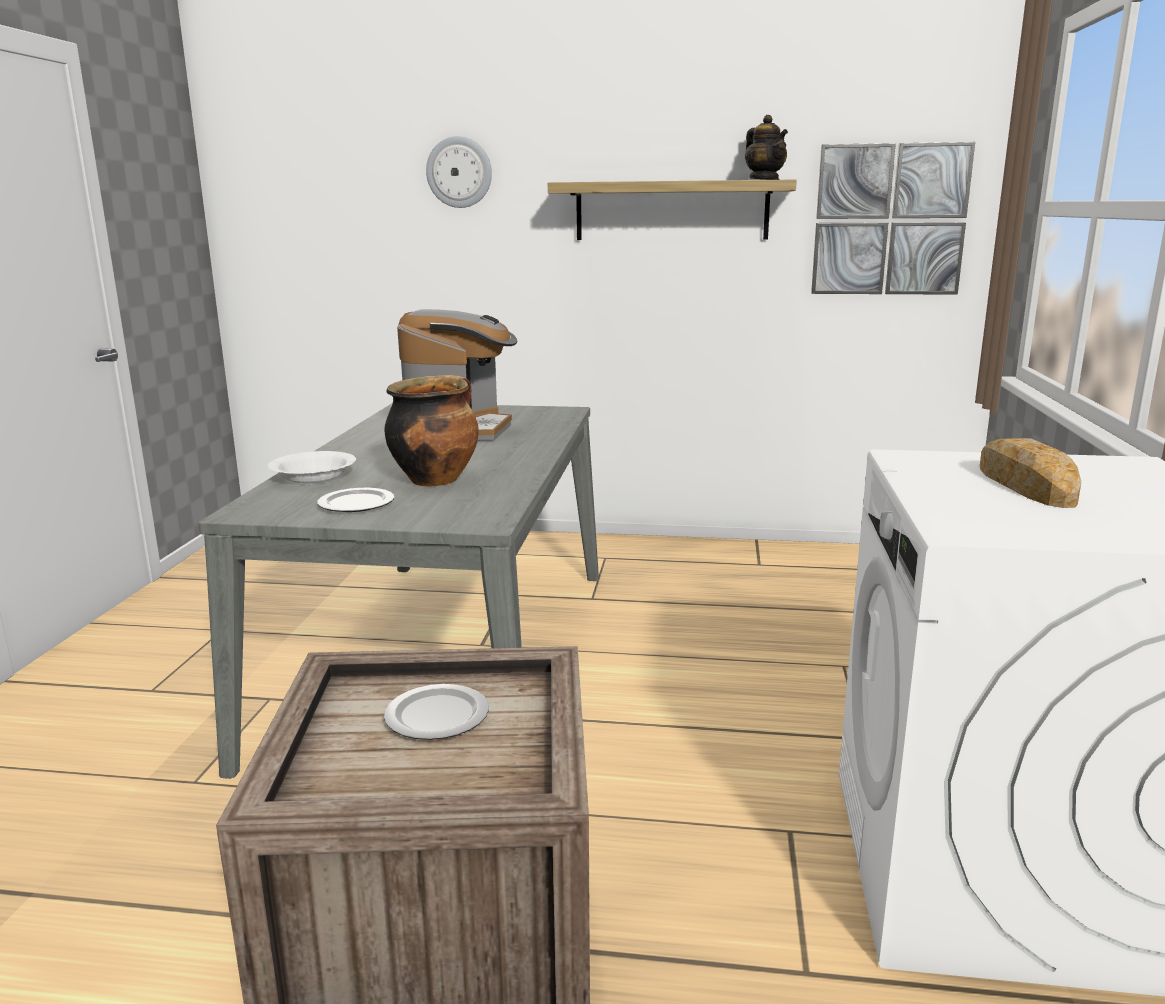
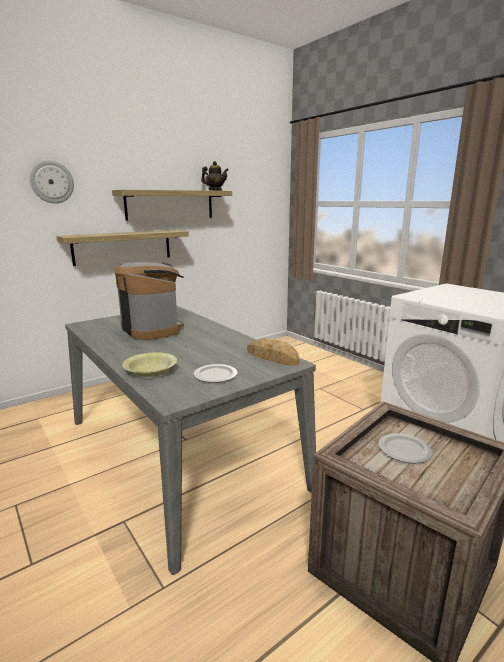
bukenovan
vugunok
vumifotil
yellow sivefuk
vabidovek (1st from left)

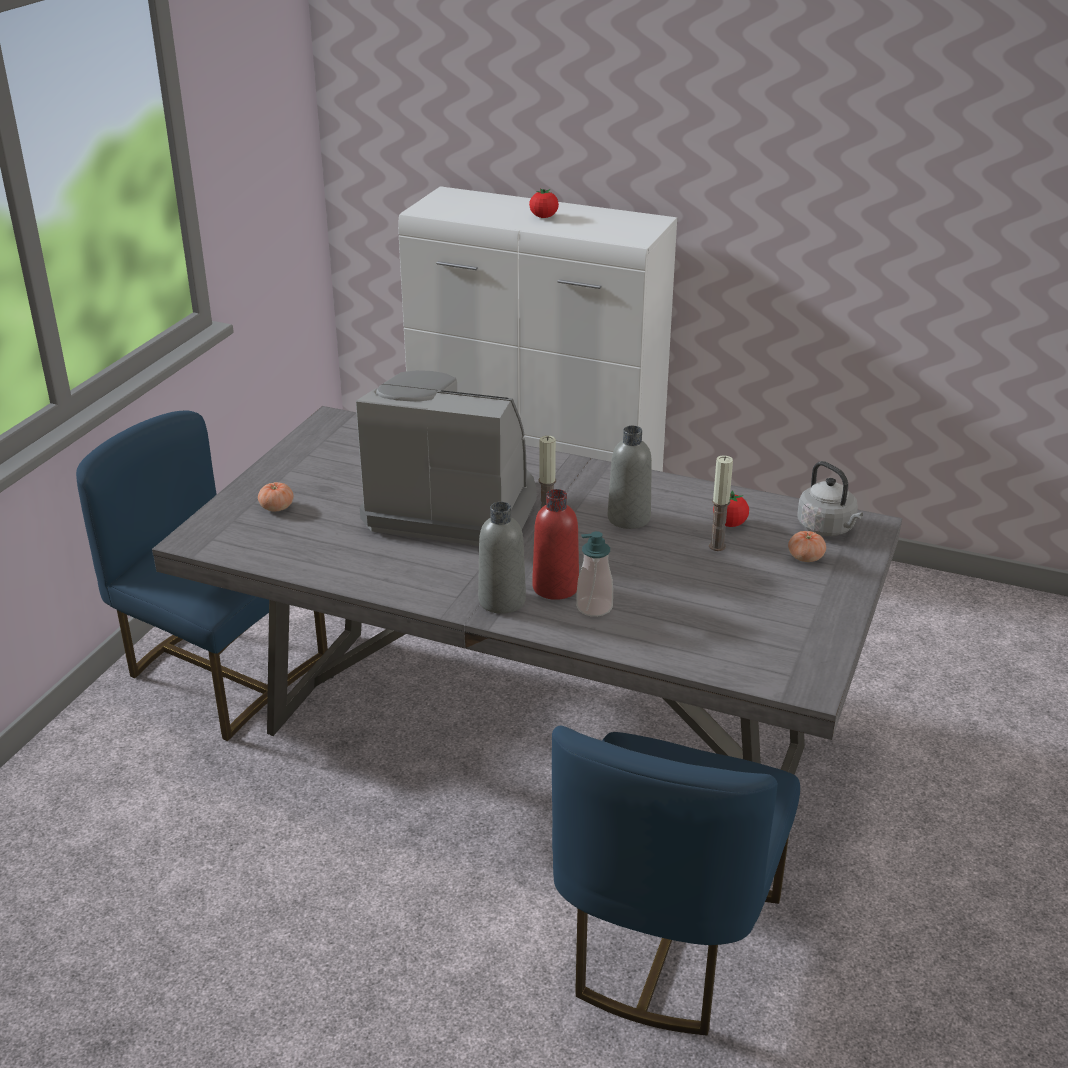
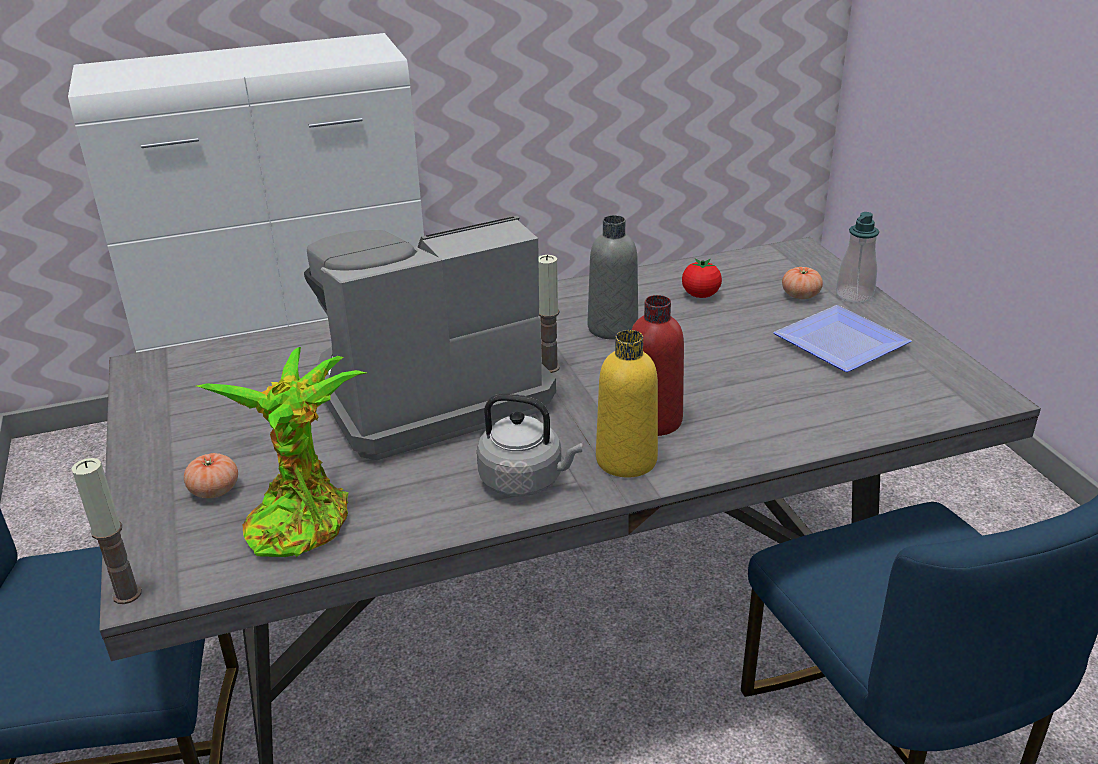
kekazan (2nd from left in the first image)
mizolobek (1st from left)
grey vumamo
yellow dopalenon
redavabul
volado
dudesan

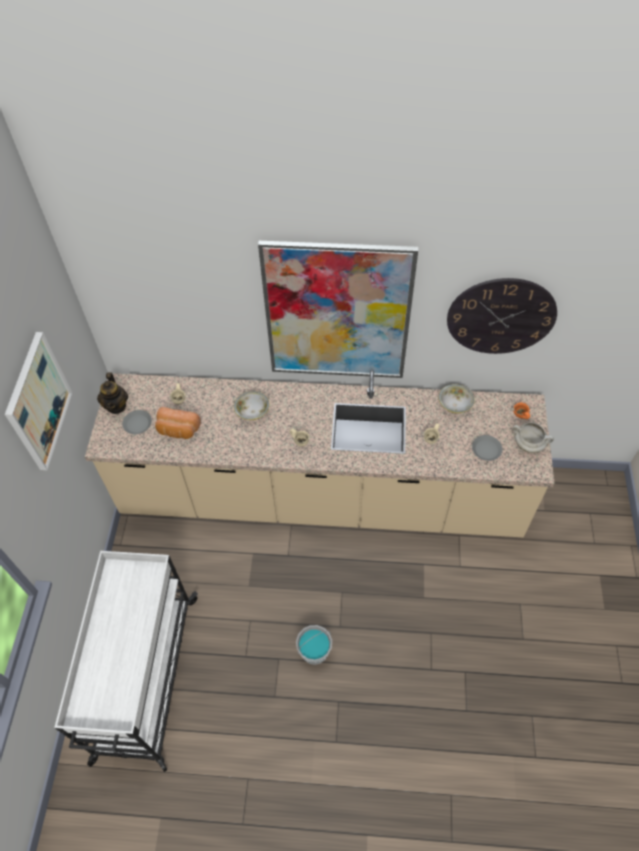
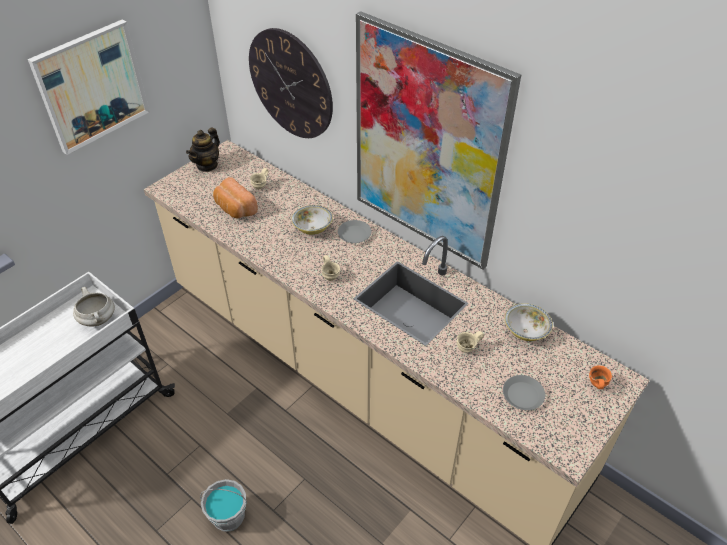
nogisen
grey volado (1st from left)
white vugunok

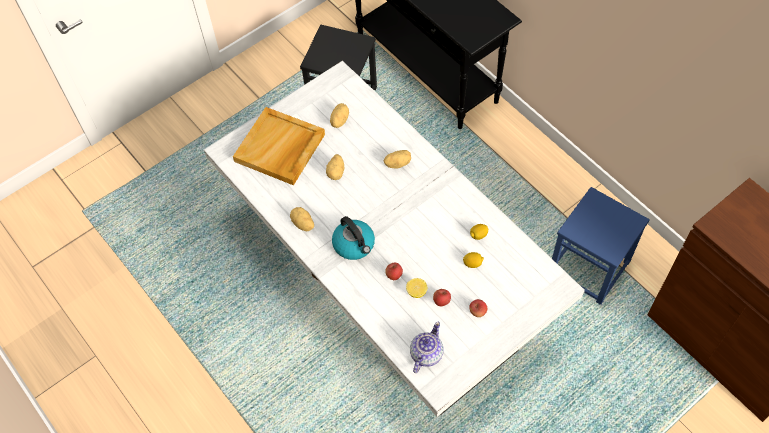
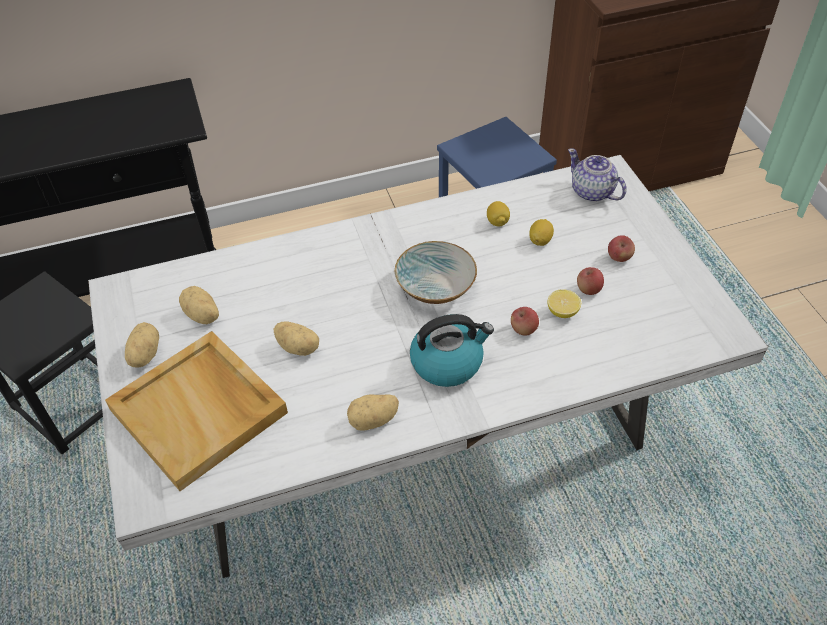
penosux (1st from left)
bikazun
sivefuk

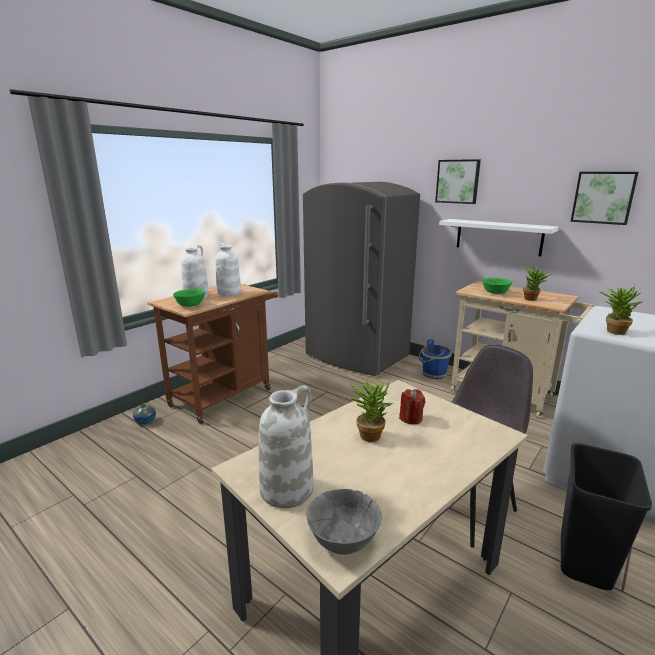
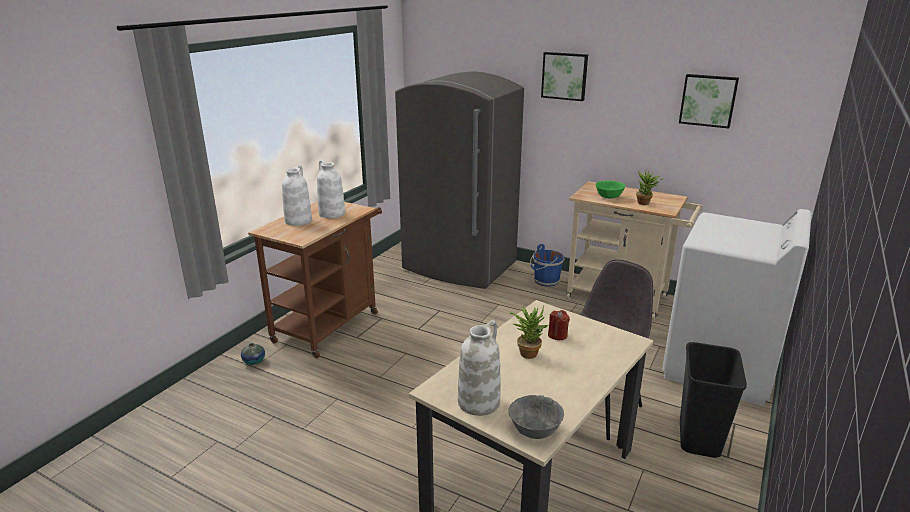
white vabidovek
dudesan (3rd from left in the first image)
green sivefuk (1st from left in the first image)

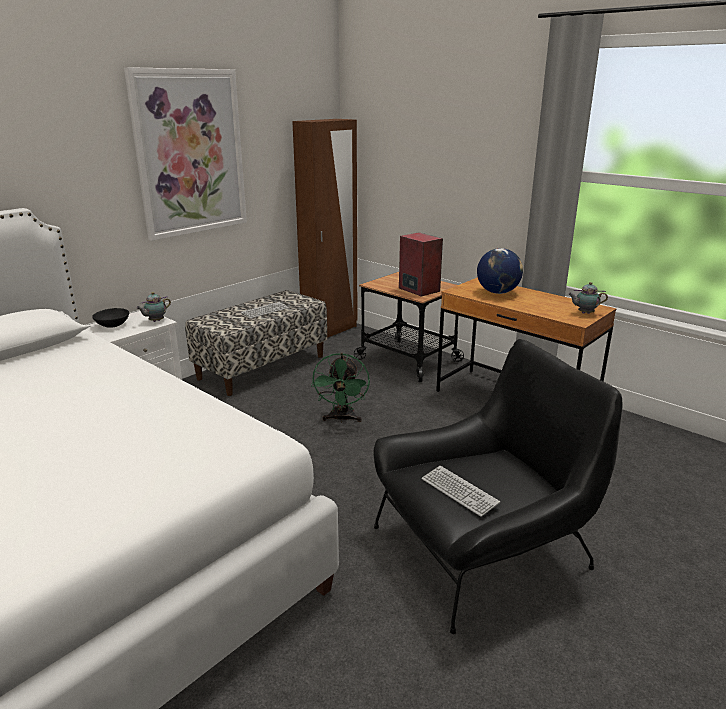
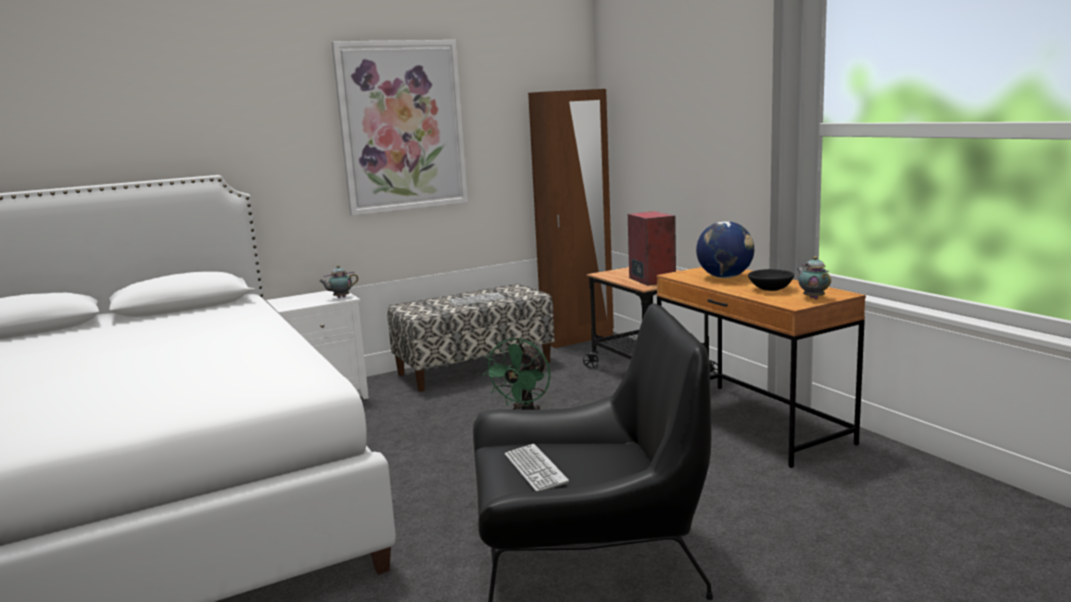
bikazun (2nd from left)
black sivefuk

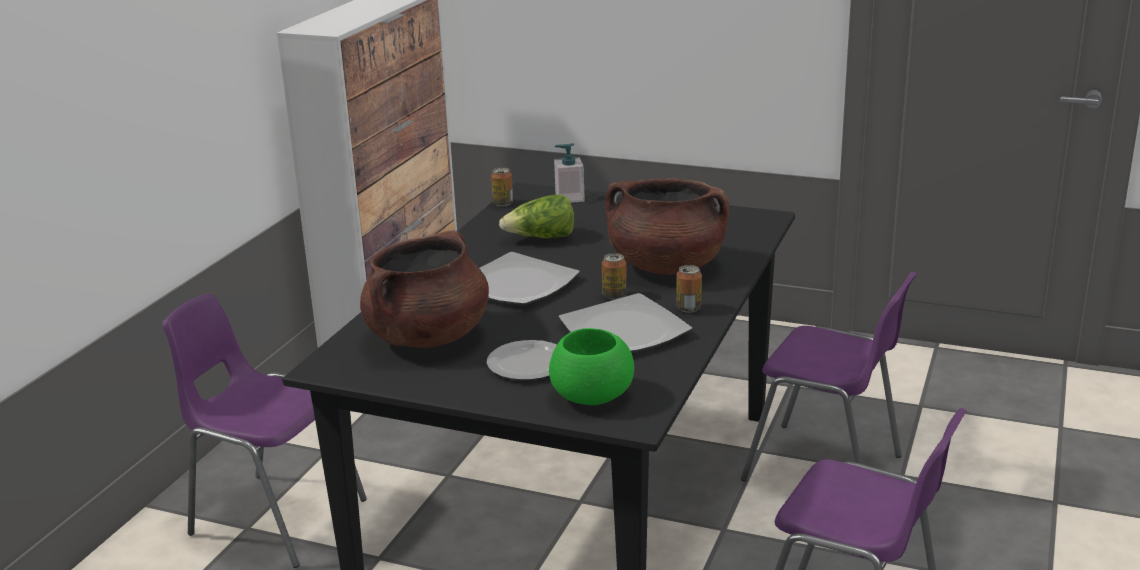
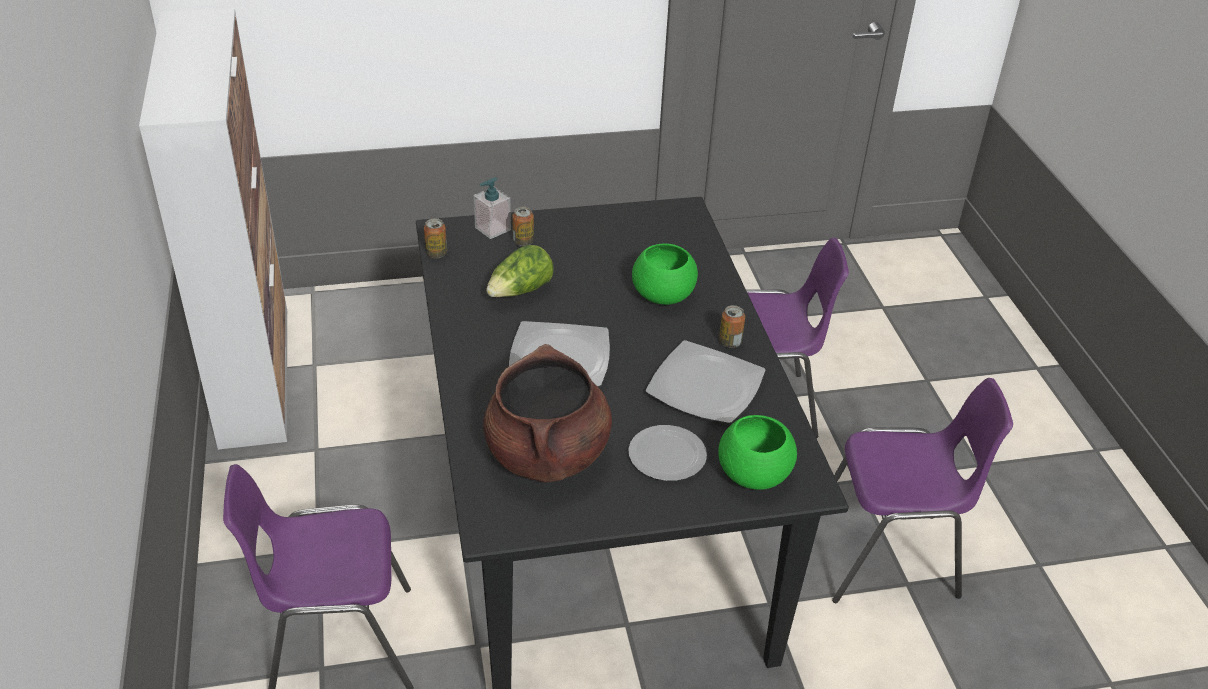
green sivefuk (1st from left)
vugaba (2nd from left)

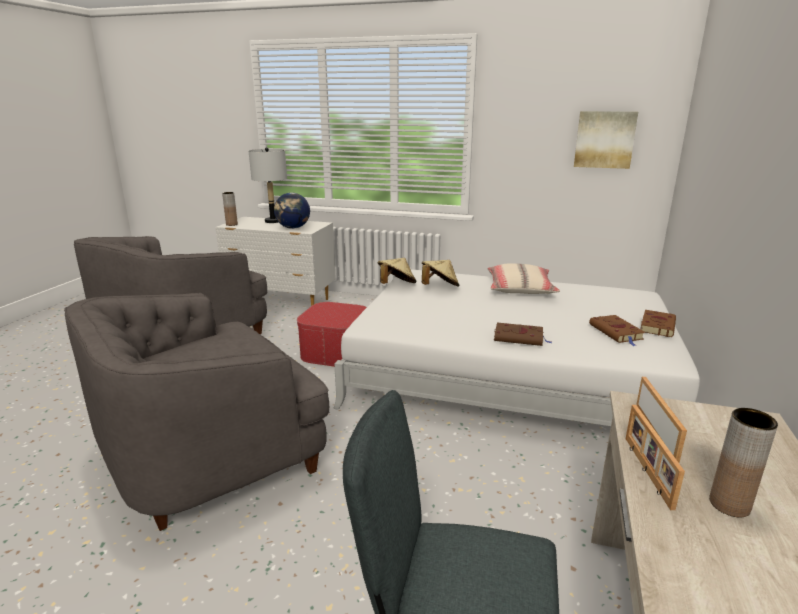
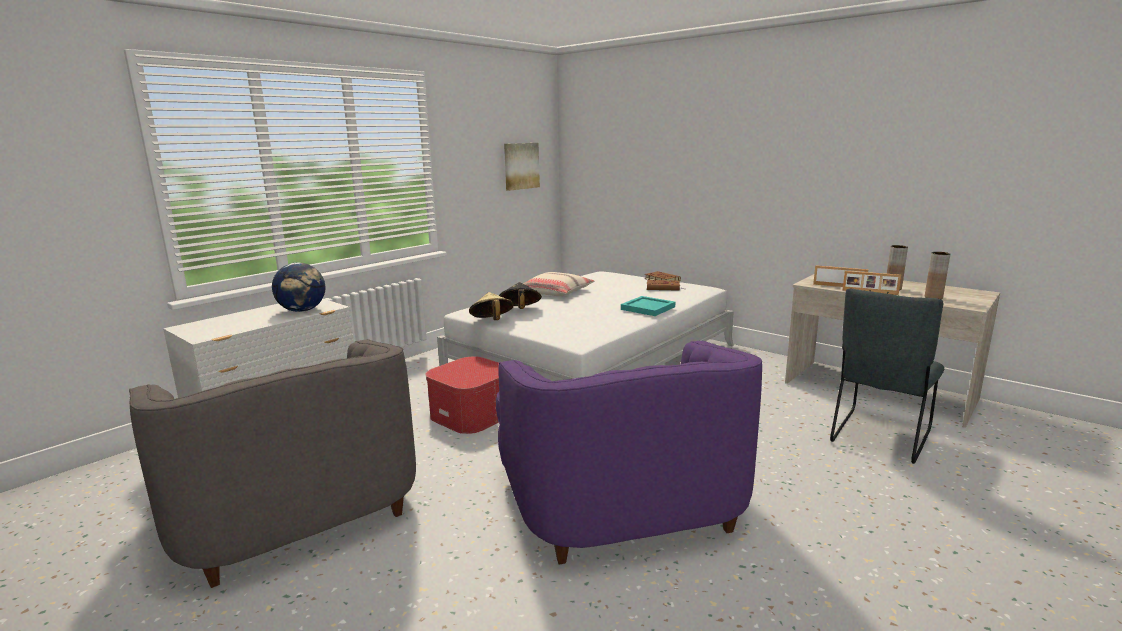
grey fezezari
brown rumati (2nd from left)
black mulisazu
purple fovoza
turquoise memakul

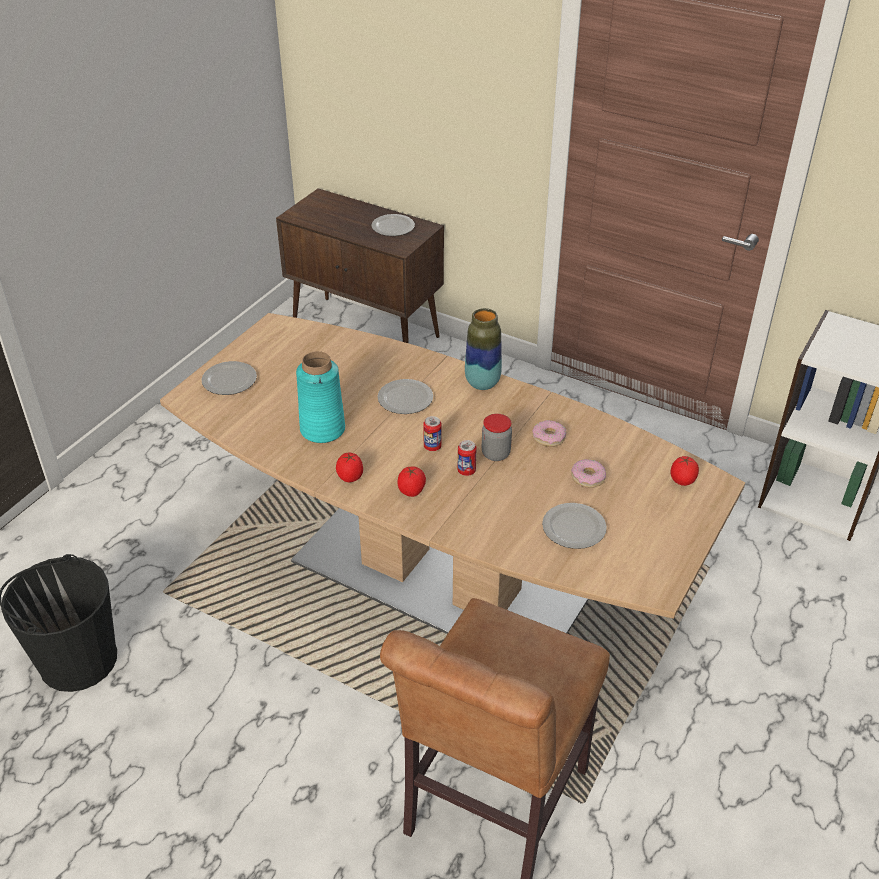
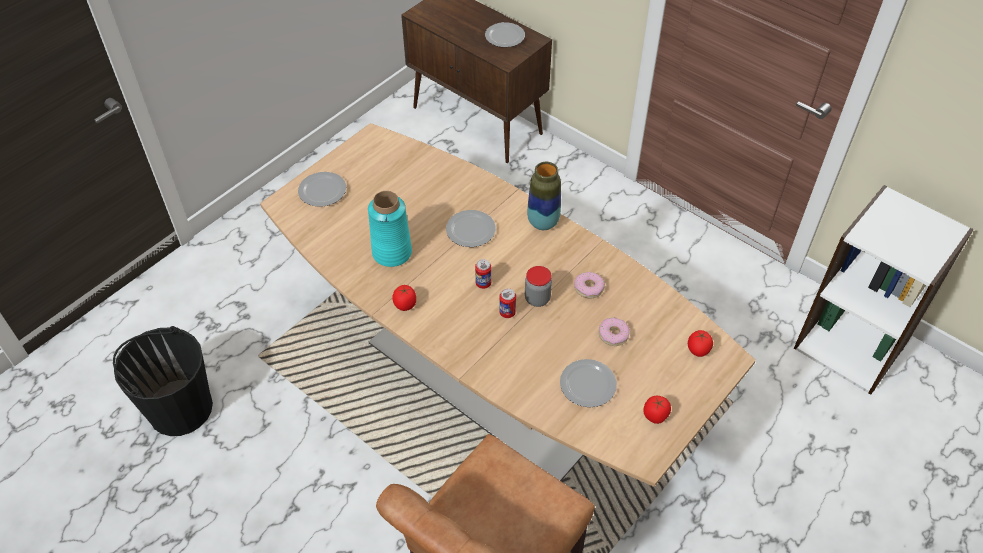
kekazan (2nd from left)

